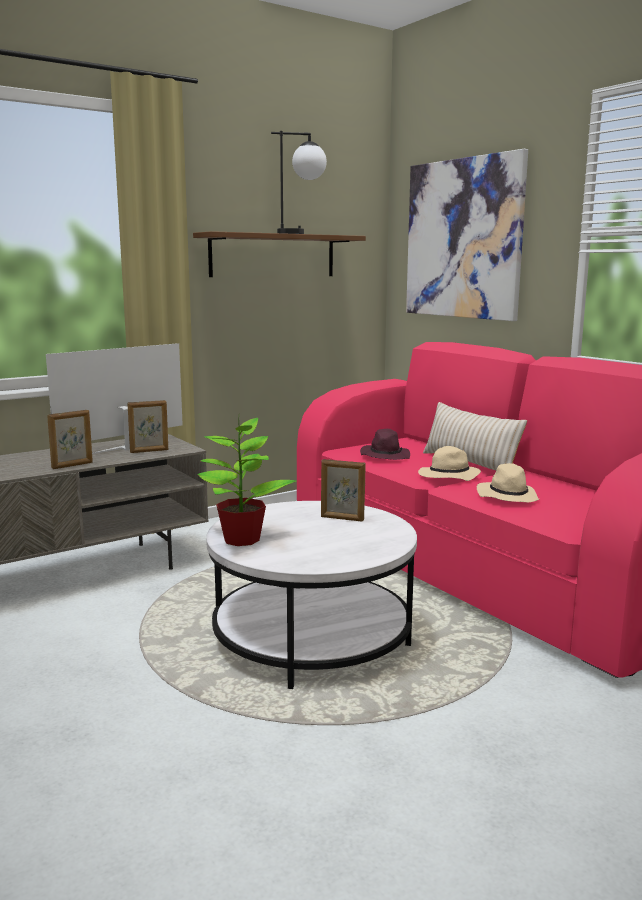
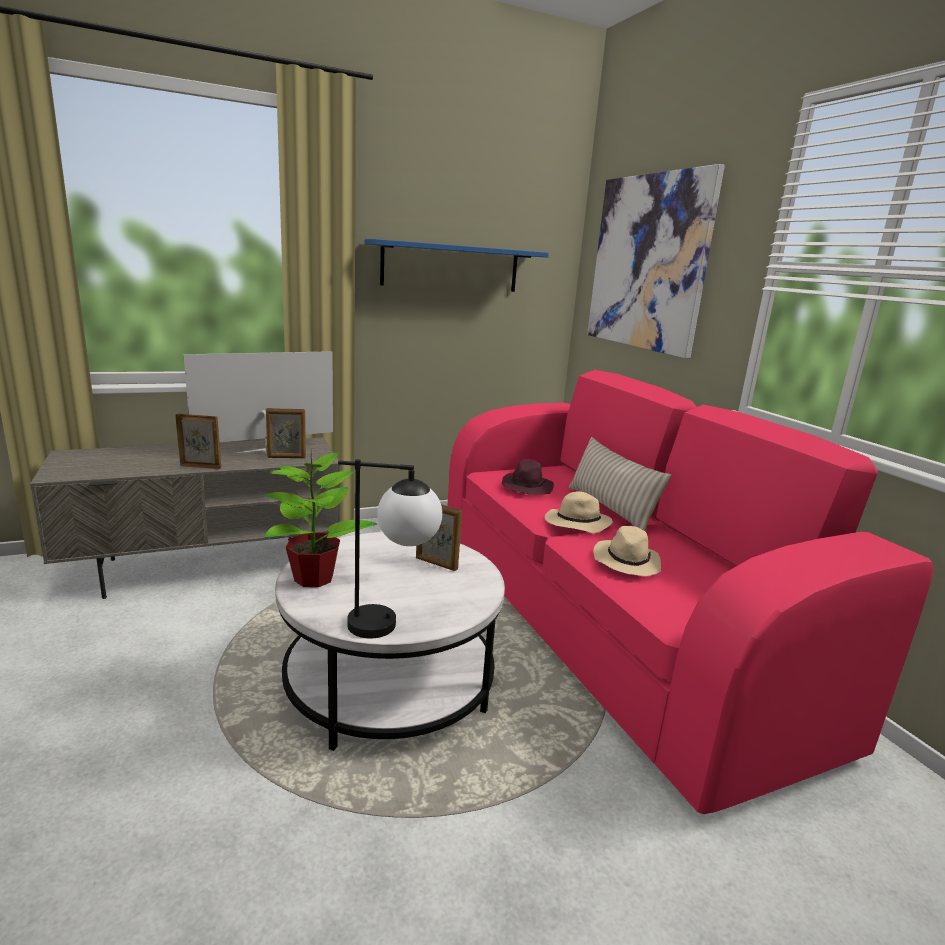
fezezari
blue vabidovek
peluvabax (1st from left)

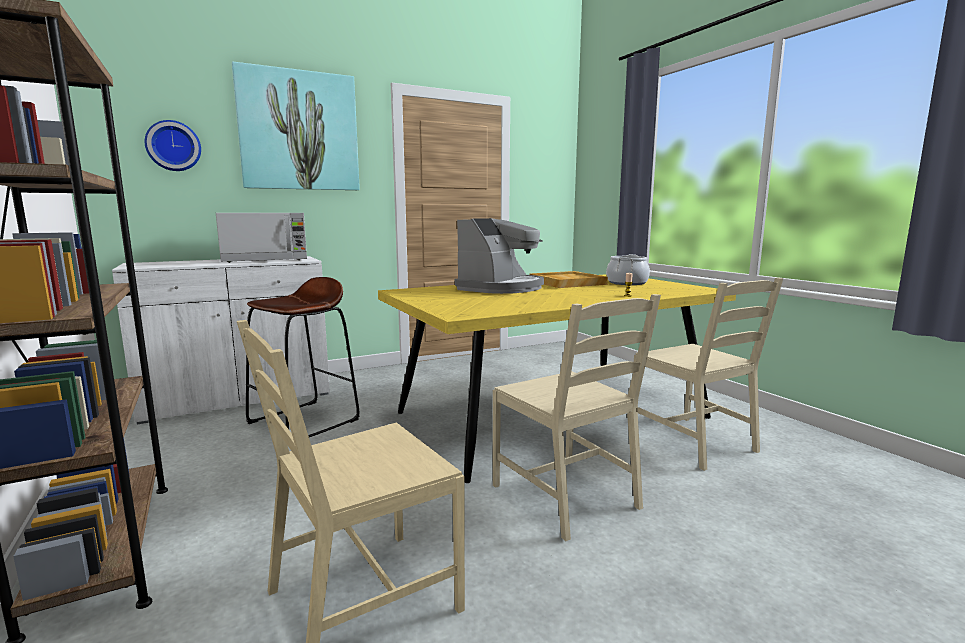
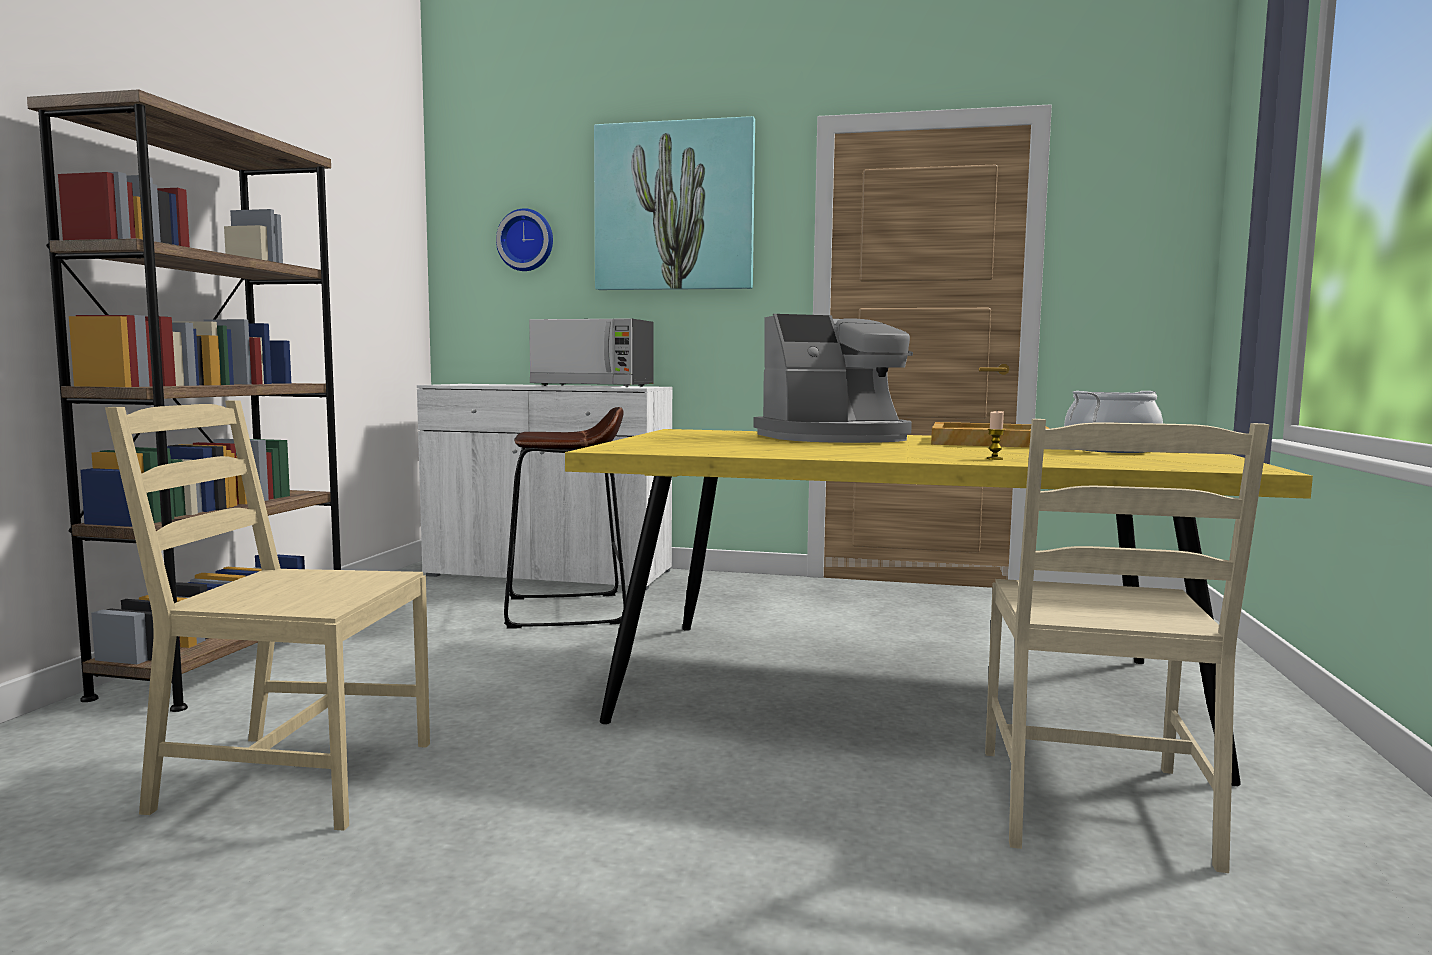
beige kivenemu (2nd from left in the first image)

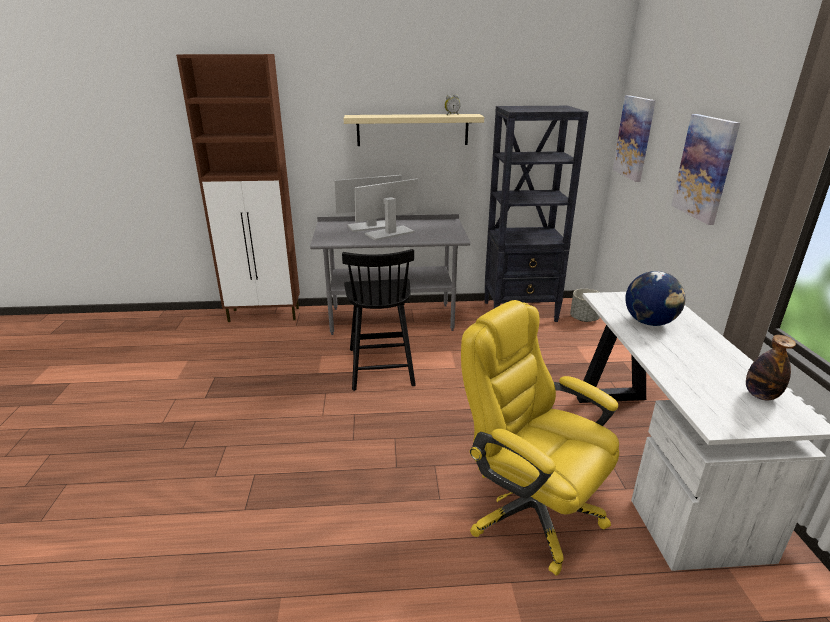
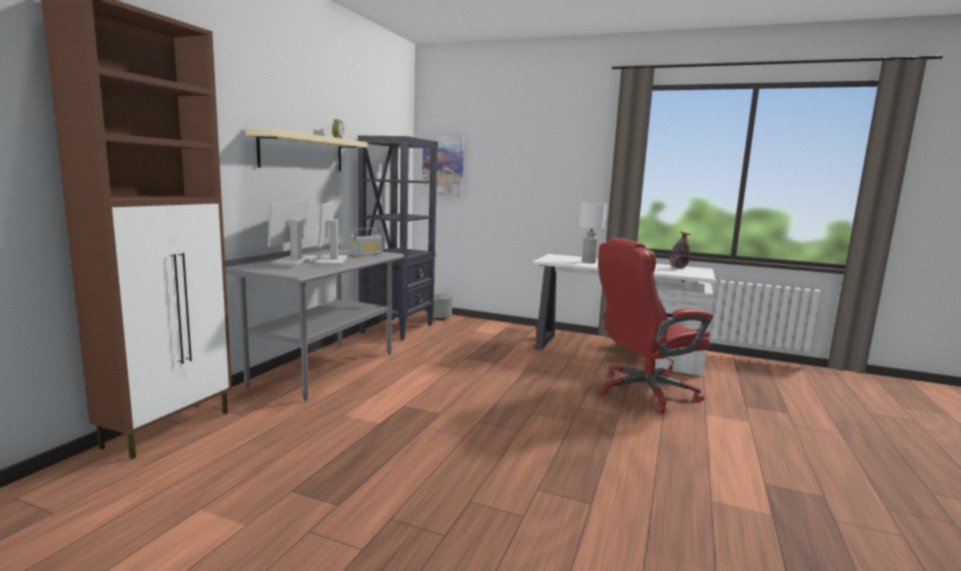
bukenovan (2nd from left in the first image)
black kivenemu
white fezezari
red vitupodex
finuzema

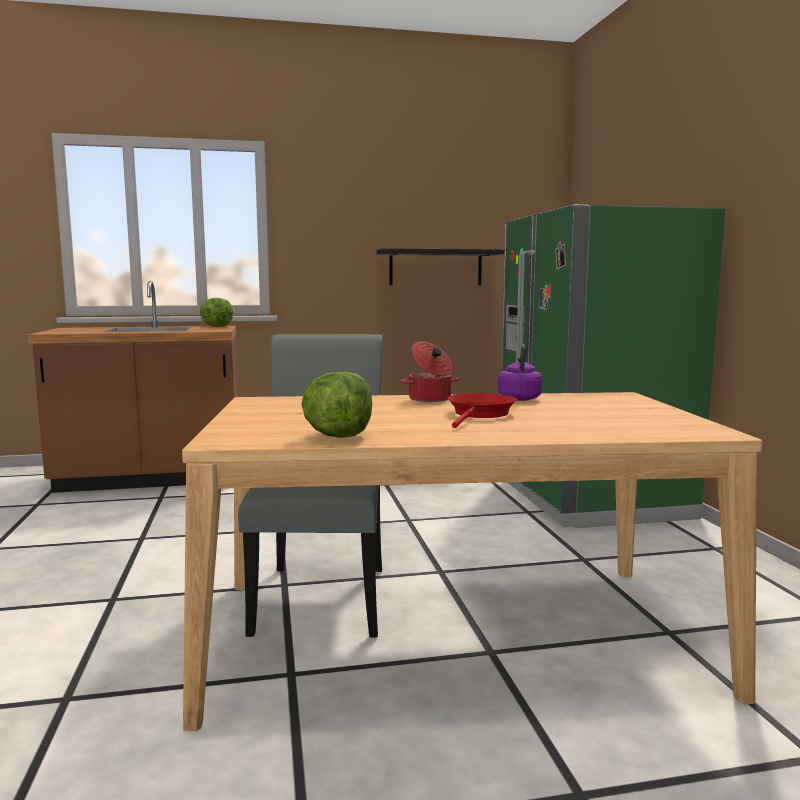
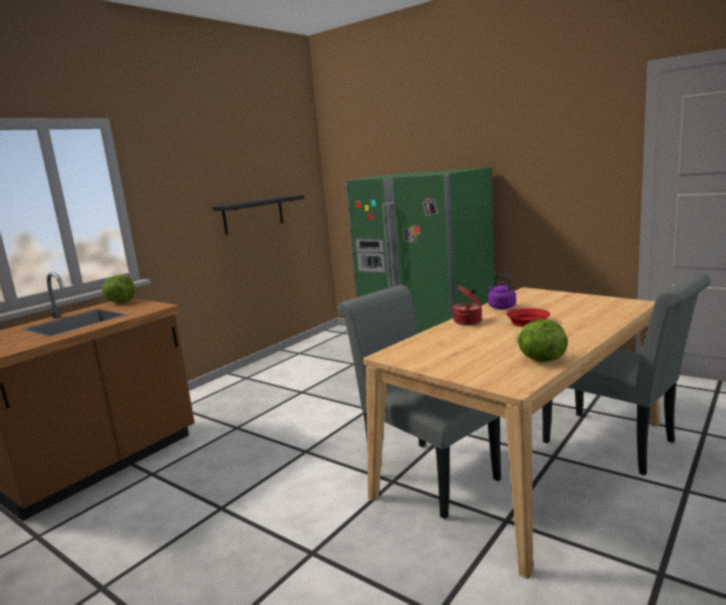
grey kivenemu (2nd from left)

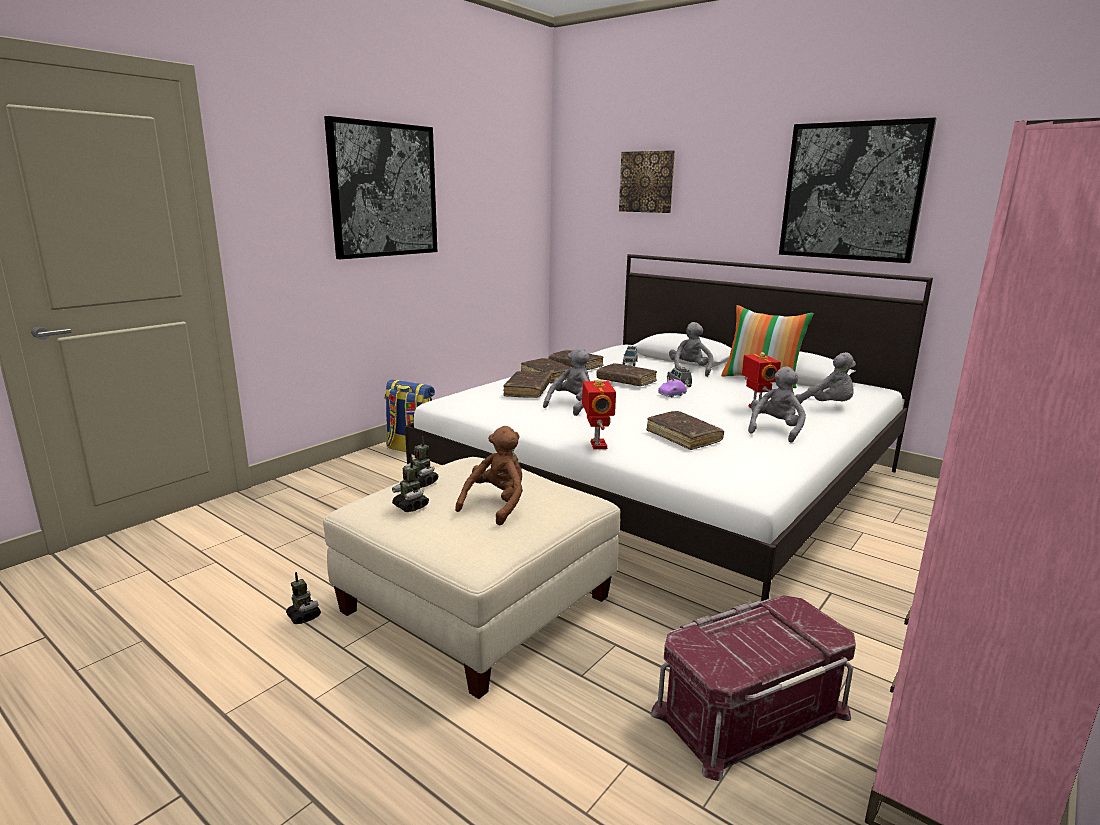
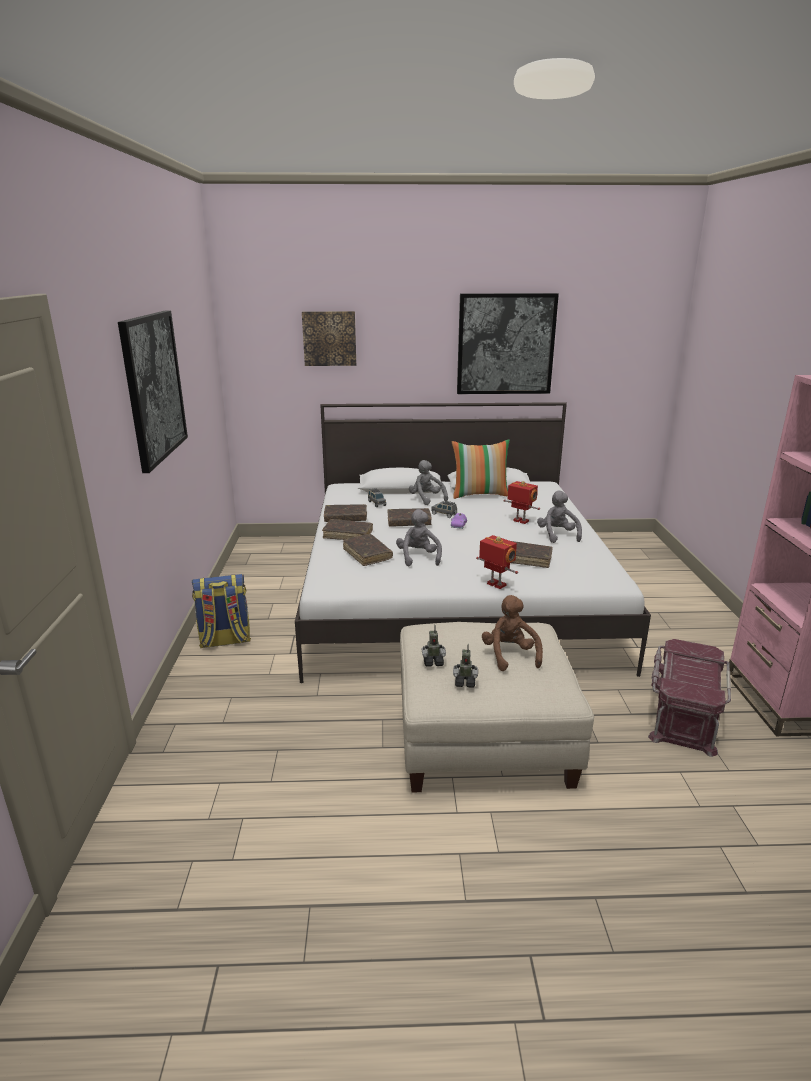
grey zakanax (4th from left in the first image)
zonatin (1st from left in the first image)

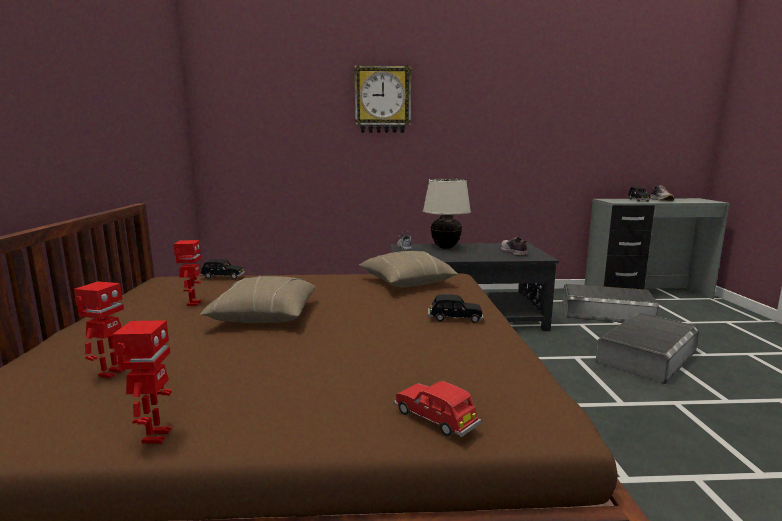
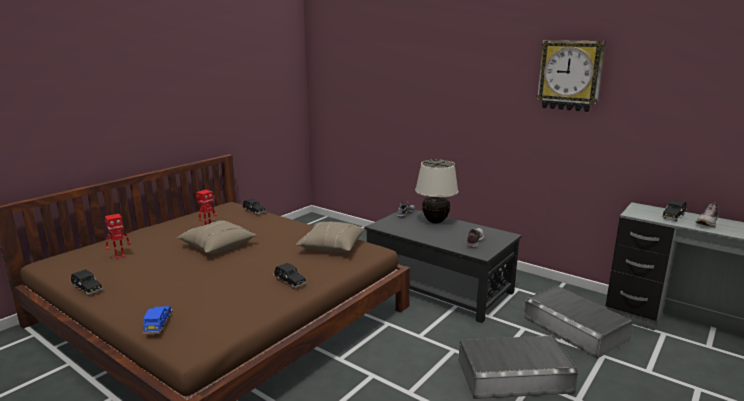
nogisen
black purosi (1st from left)
blue purosi

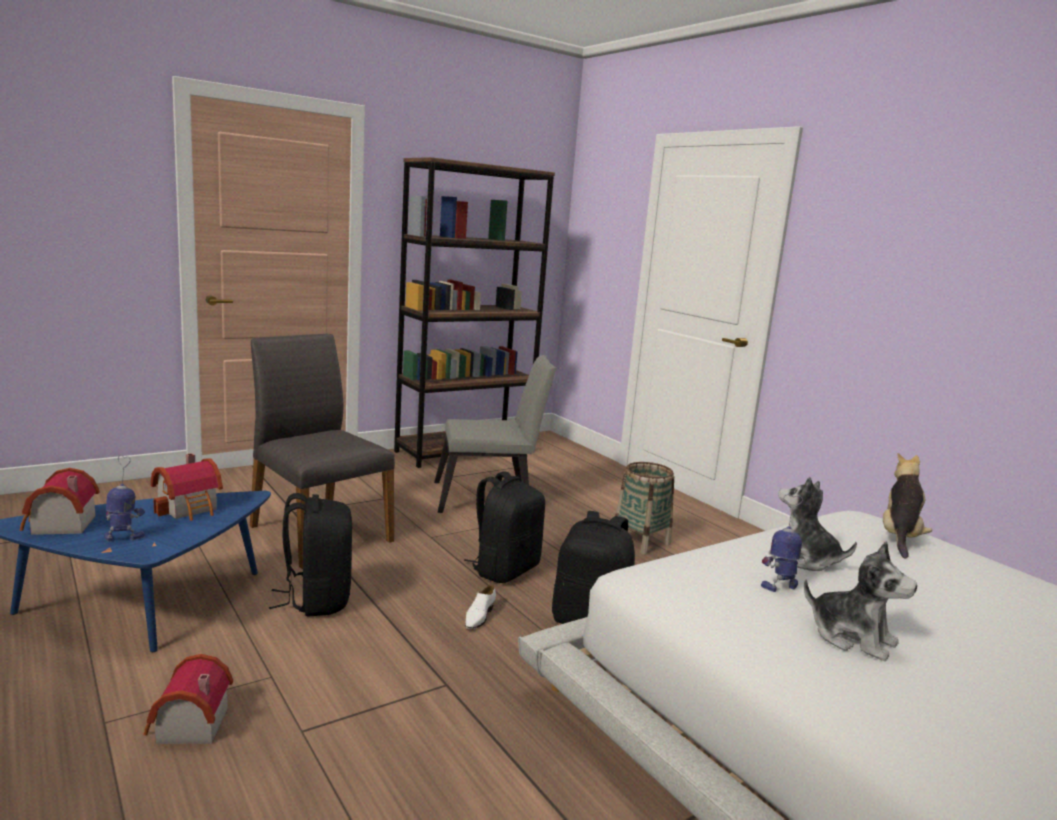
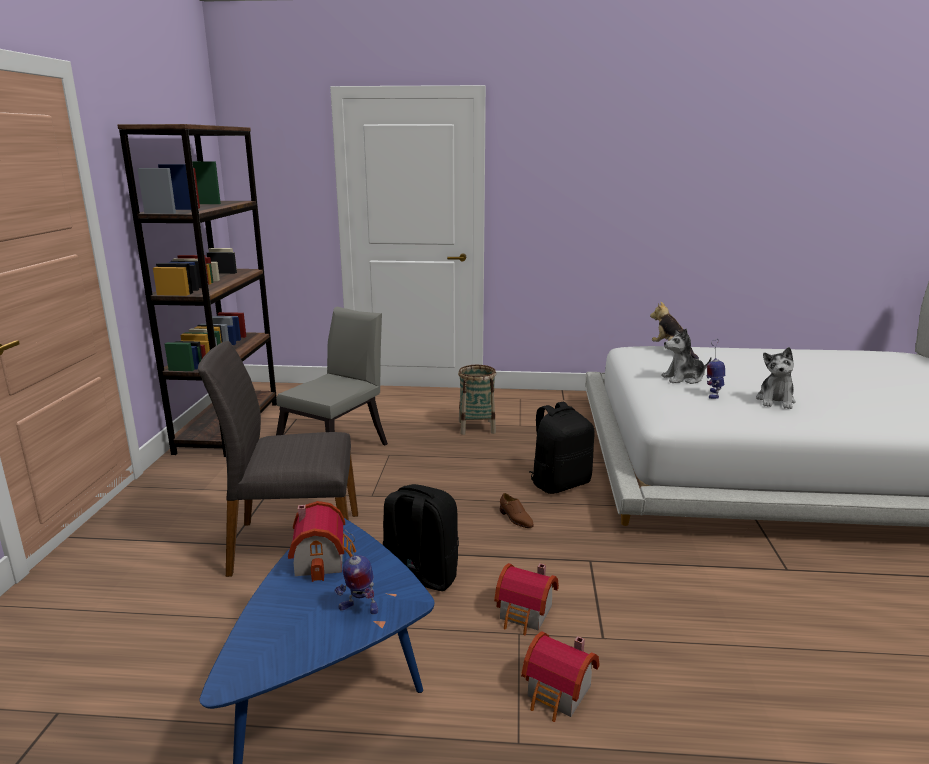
zonatin (1st from left)
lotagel (2nd from left)
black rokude (2nd from left in the first image)
zakanax (3rd from left)
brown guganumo

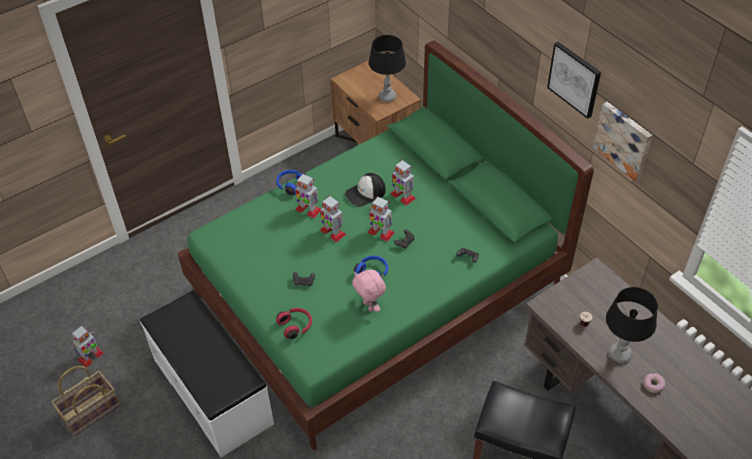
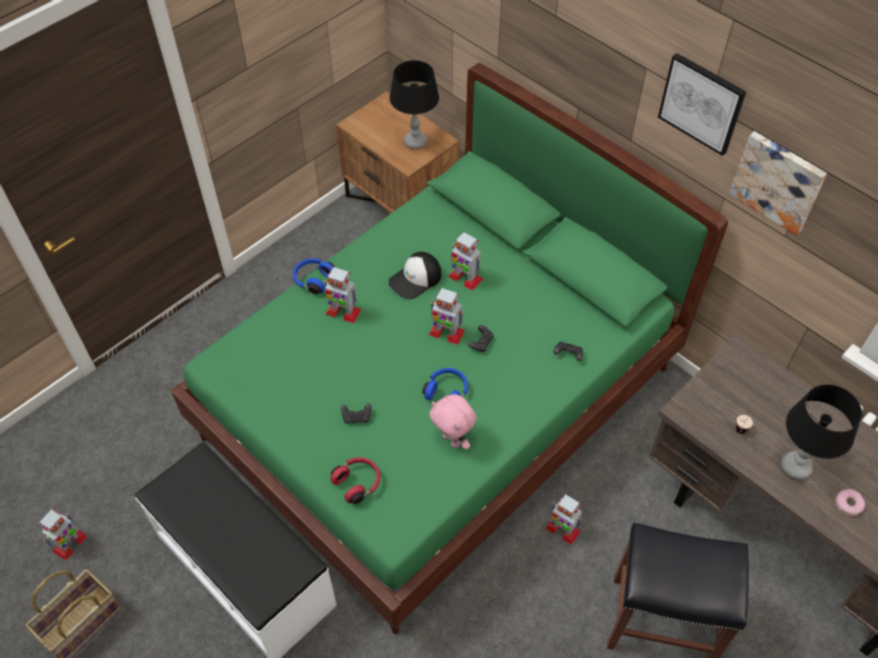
zonatin (5th from left)

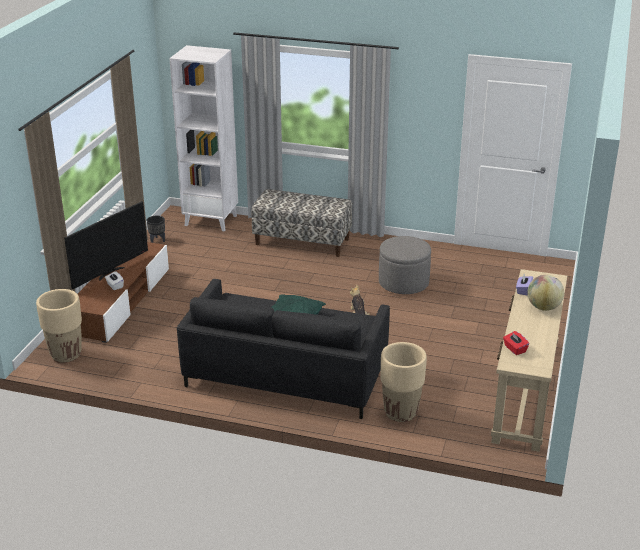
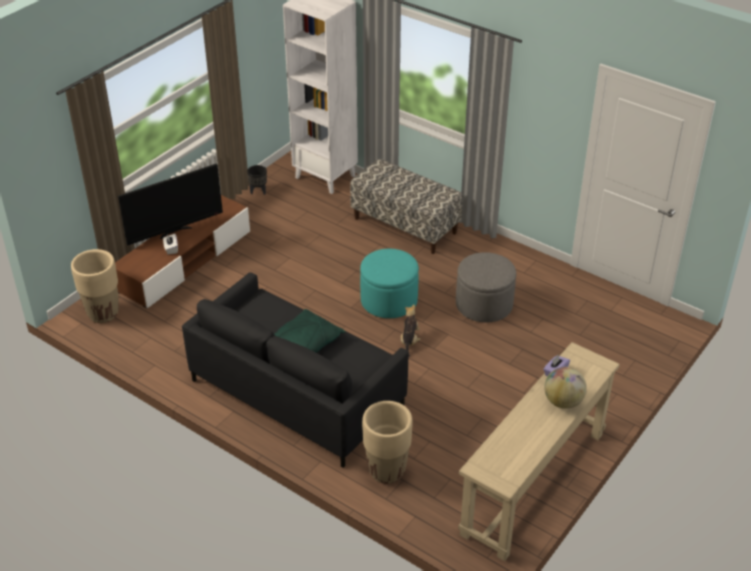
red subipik
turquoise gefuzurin

